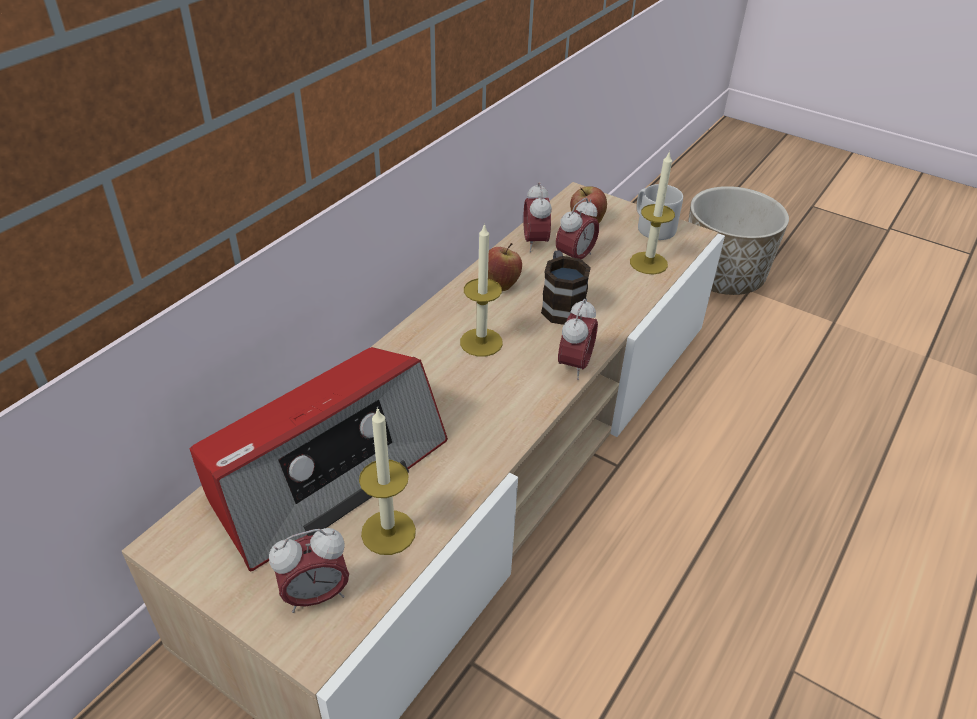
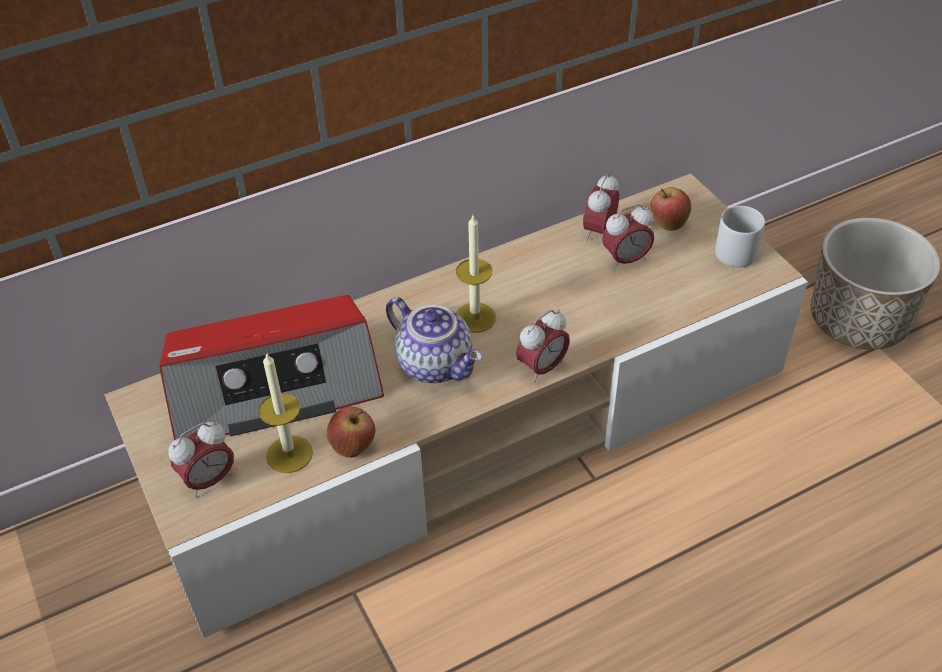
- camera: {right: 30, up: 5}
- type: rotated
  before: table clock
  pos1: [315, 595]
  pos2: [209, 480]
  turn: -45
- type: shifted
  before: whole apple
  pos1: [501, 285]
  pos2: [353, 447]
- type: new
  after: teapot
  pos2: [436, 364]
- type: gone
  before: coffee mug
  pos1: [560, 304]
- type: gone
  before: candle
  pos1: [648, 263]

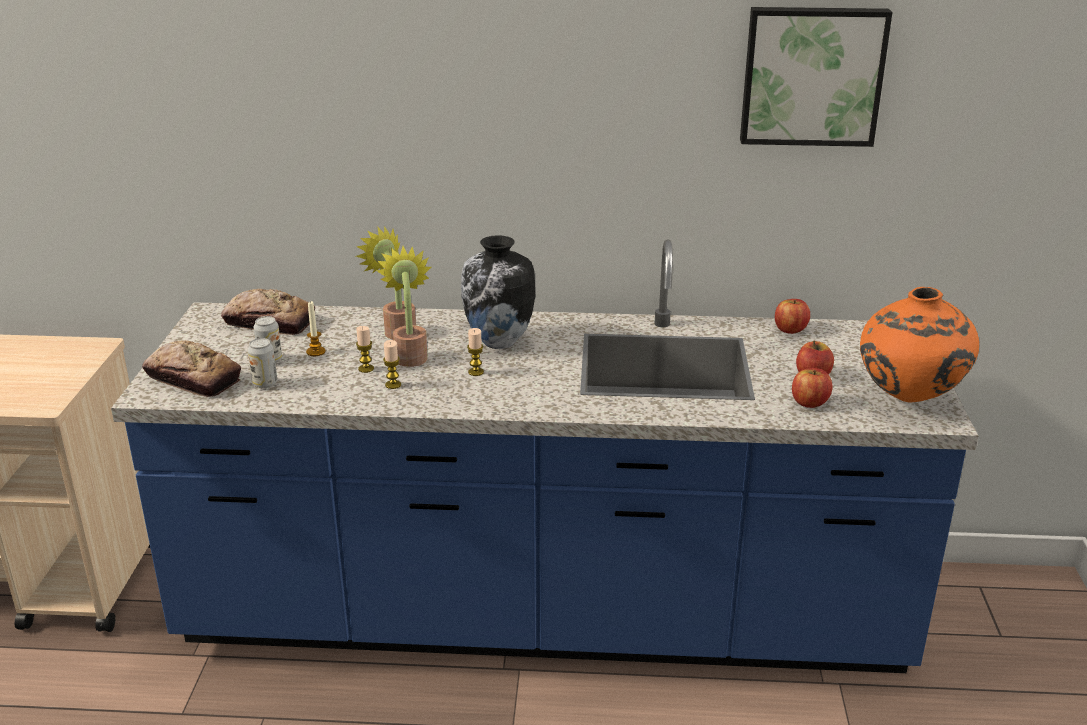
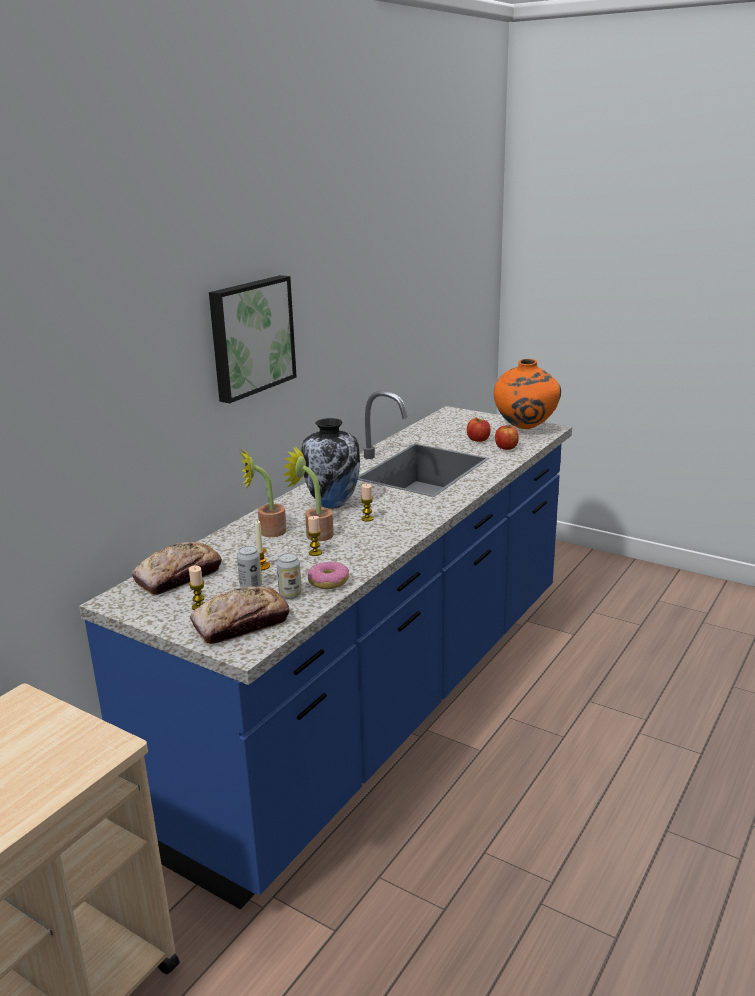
- camera: {right: -60, up: -5}
- type: shifted
  before: candle
  pos1: [393, 385]
  pos2: [199, 607]
- type: shifted
  before: wall picture
  pos1: [812, 75]
  pos2: [250, 337]
- type: new
  after: donut
  pos2: [328, 582]
- type: gone
  before: whole apple
  pos1: [790, 329]

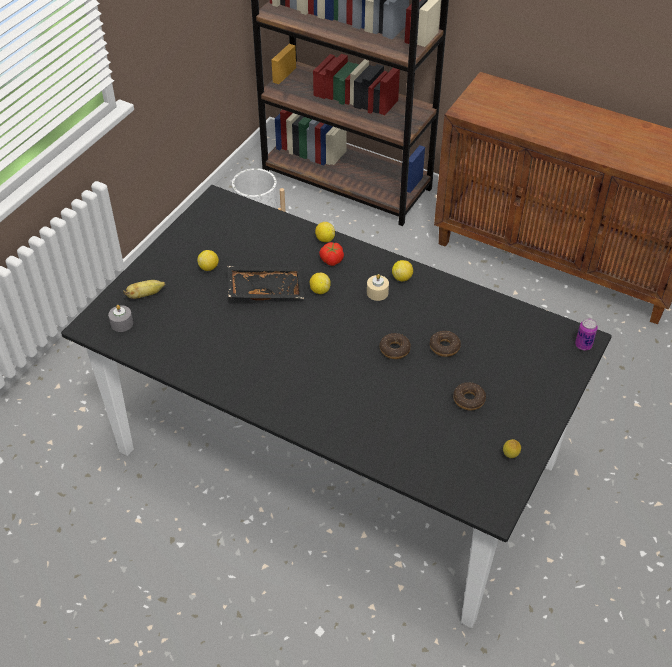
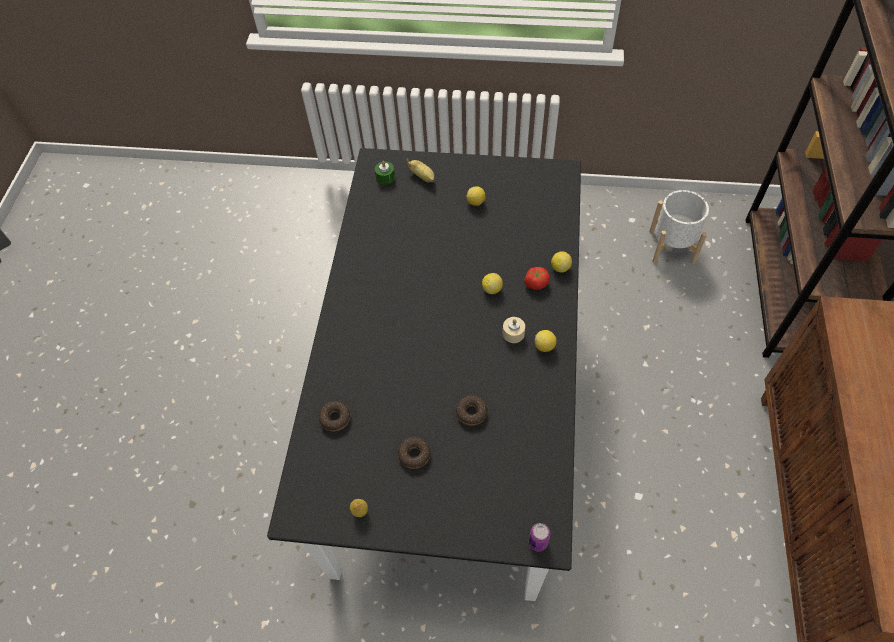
- camera: {right: 70, up: 10}
- type: shifted
  before: donut
  pos1: [394, 349]
  pos2: [335, 418]
- type: repainted
  before: candle/gray
  after: candle/green
  pos1: [122, 323]
  pos2: [385, 177]
- type: gone
  before: carrying tray/blackish
  pos1: [265, 289]

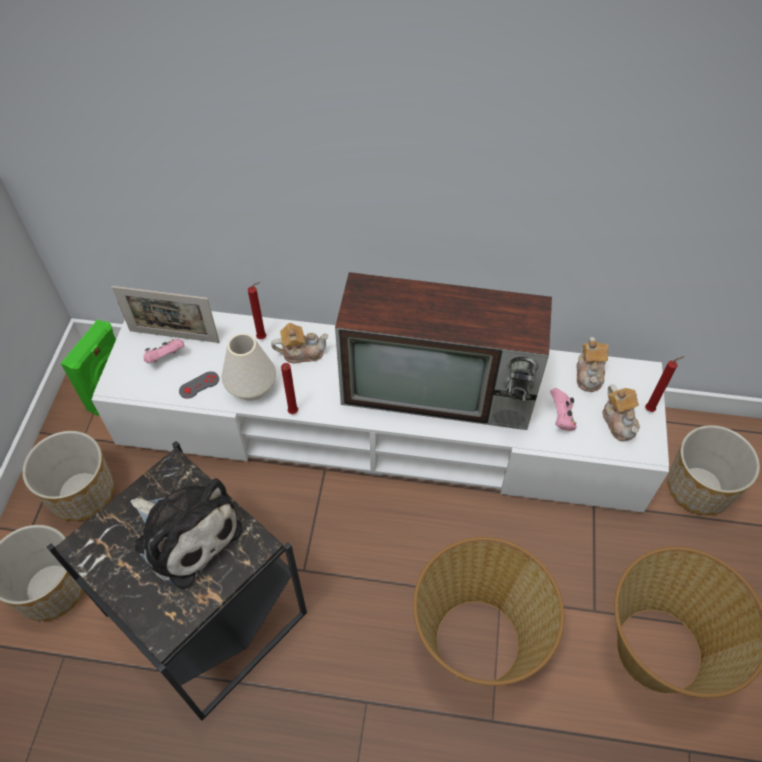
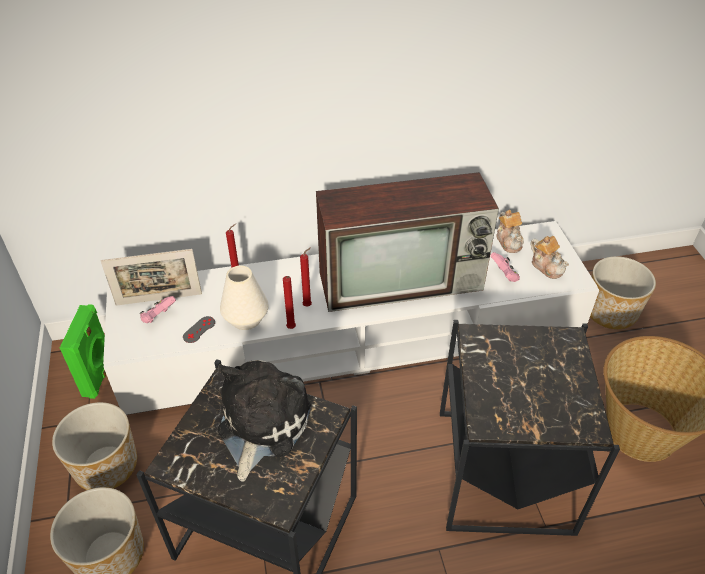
- camera: {right: -20, up: -10}
- type: rotated
  before: soft toy
  pos1: [185, 533]
  pos2: [261, 424]
  turn: -90
- type: shifted
  before: candle/reddish
  pos1: [651, 409]
  pos2: [308, 305]
- type: swapped
  before: basket
  after: side table/blackish
  pos1: [477, 639]
  pos2: [504, 469]
- type: gone
  before: teapot
  pos1: [301, 352]

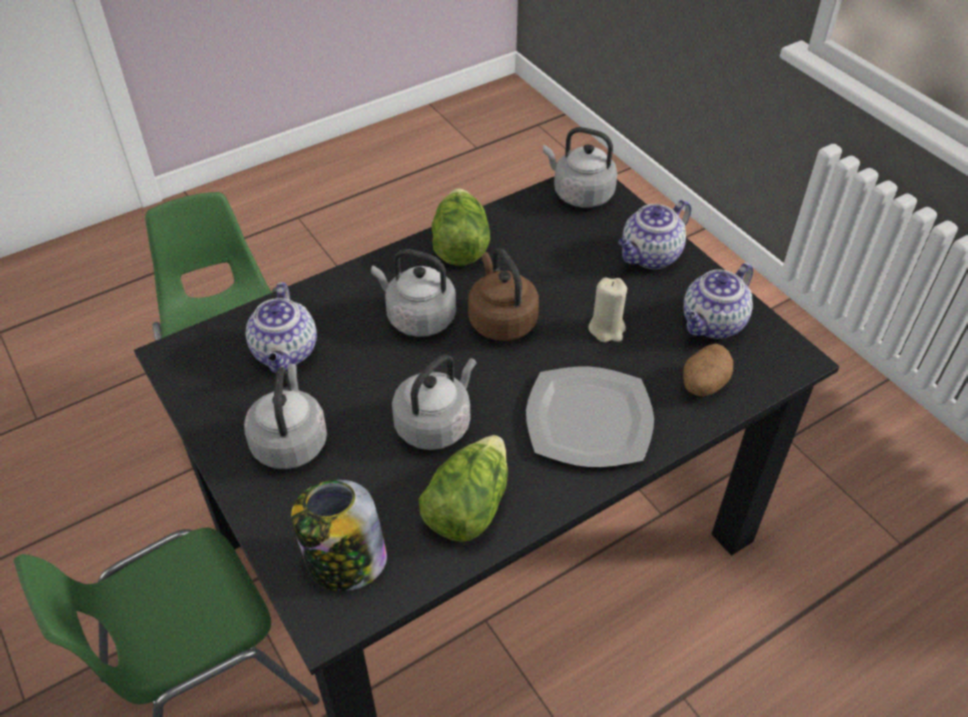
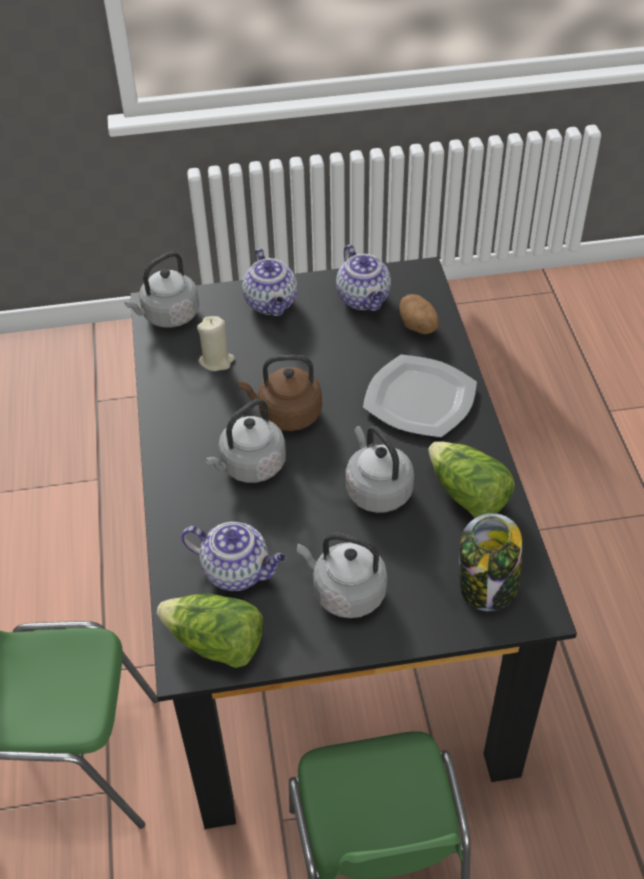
- camera: {right: -65, up: 0}
- type: shifted
  before: head of lettuce
  pos1: [459, 244]
  pos2: [216, 643]
- type: shifted
  before: candle/beige-coloured
  pos1: [607, 329]
  pos2: [216, 361]

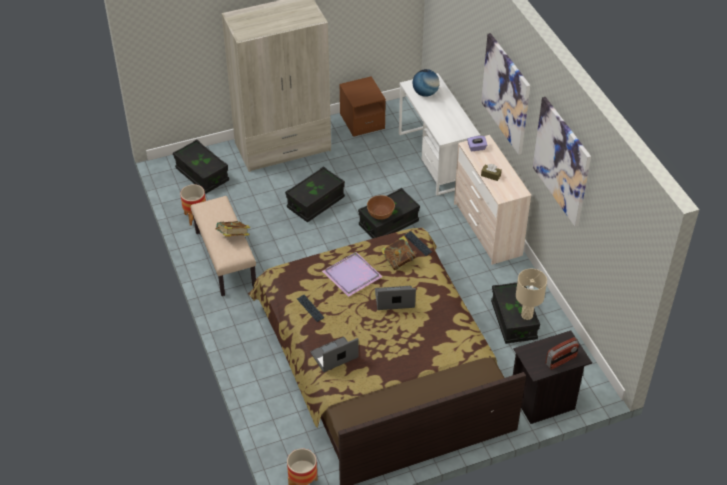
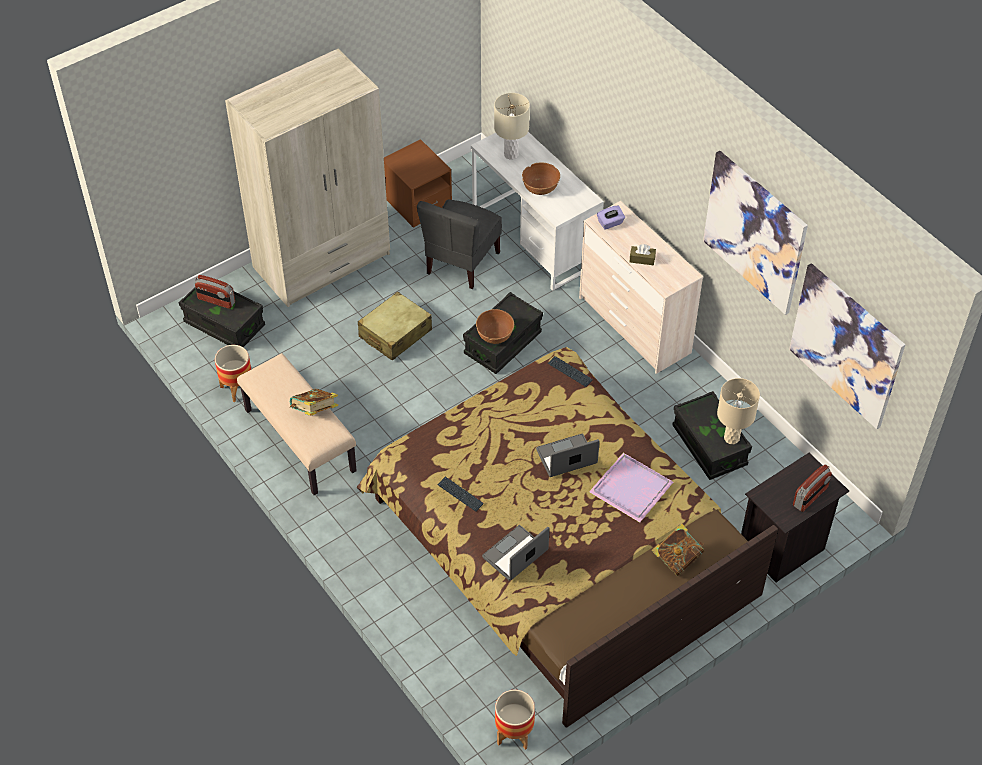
- camera: {right: -15, up: 5}
- type: new
  after: radio
  pos2: [216, 301]
- type: swapped
  before: storage bin/blackish
  after: travel case/beige-coloured
  pos1: [315, 203]
  pos2: [395, 334]
- type: new
  after: plain chair/gray
  pos2: [461, 263]
- type: swapped
  before: globe
  after: table lamp/beige-coloured
  pos1: [425, 93]
  pos2: [511, 154]
- type: new
  after: bowl/brown-coloured
  pos2: [540, 188]
- type: shifted
  before: carrying tray/purplish
  pos1: [352, 274]
  pos2: [630, 487]
- type: shifted
  before: bound book
  pos1: [398, 261]
  pos2: [677, 558]
- type: shifted
  before: wall picture
  pos1: [506, 93]
  pos2: [846, 345]

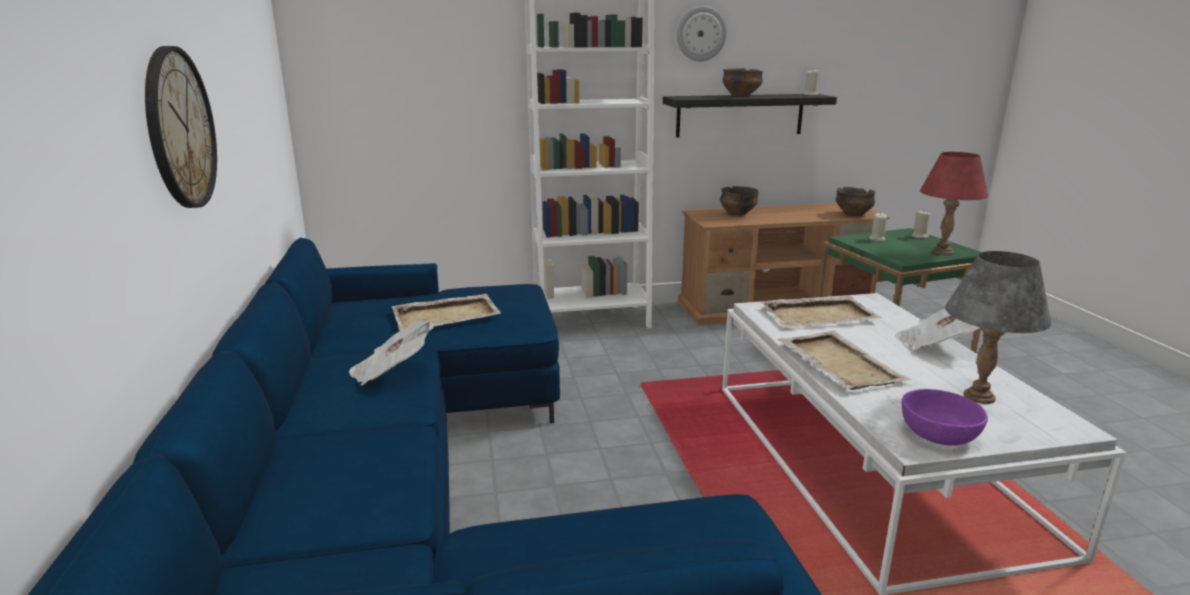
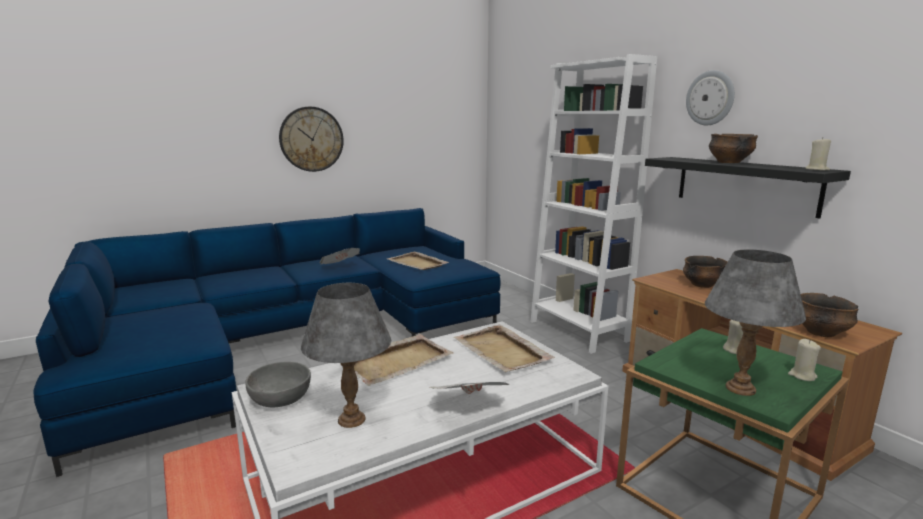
- camera: {right: 70, up: -5}
- type: repainted
  before: bowl/purplish
  after: bowl/gray
  pos1: [938, 433]
  pos2: [281, 398]
- type: repainted
  before: table lamp/reddish
  after: table lamp/gray
  pos1: [943, 252]
  pos2: [741, 388]

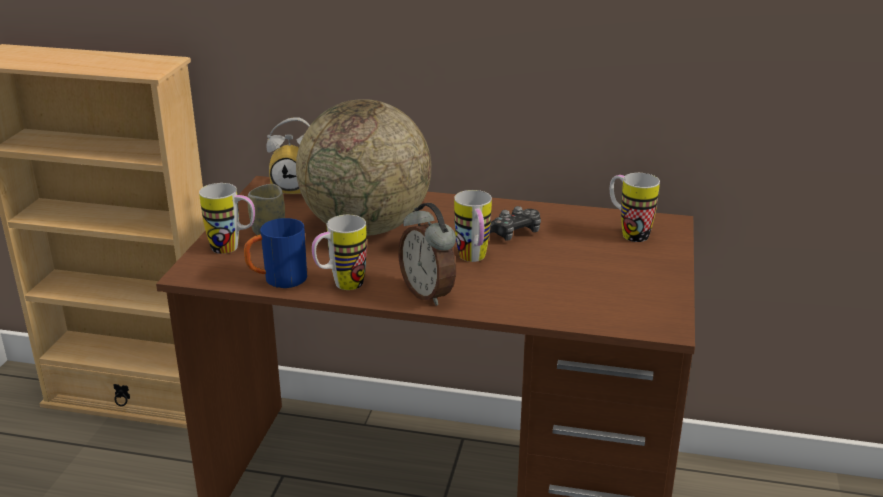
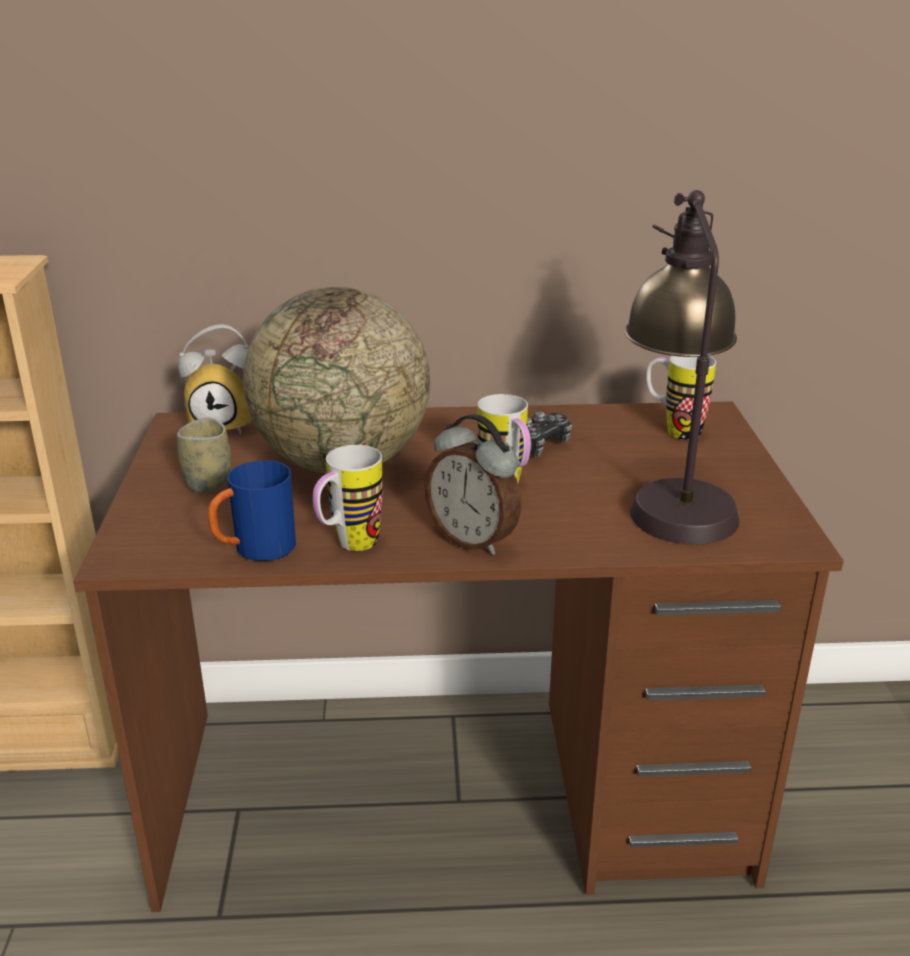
- camera: {right: -15, up: 0}
- type: new
  after: table lamp
  pos2: [673, 495]
- type: gone
  before: coffee mug
  pos1: [233, 248]

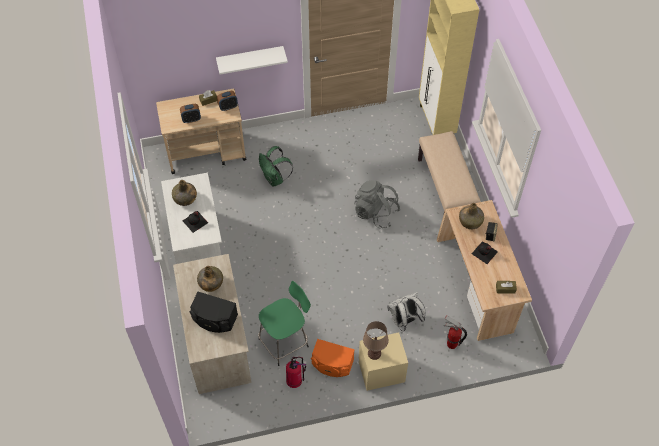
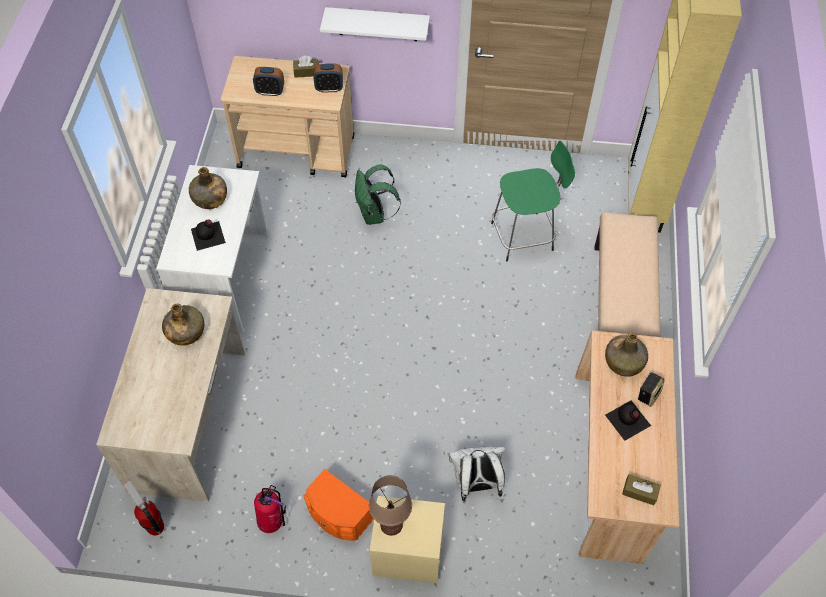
- camera: {right: 20, up: 0}
- type: shifted
  before: extinguisher
  pos1: [451, 344]
  pos2: [155, 527]
- type: shifted
  before: stool seat/green
  pos1: [285, 341]
  pos2: [524, 236]
- type: gone
  before: speaker/blackish
  pos1: [214, 319]
- type: gone
  before: rucksack/gray
  pos1: [376, 213]

